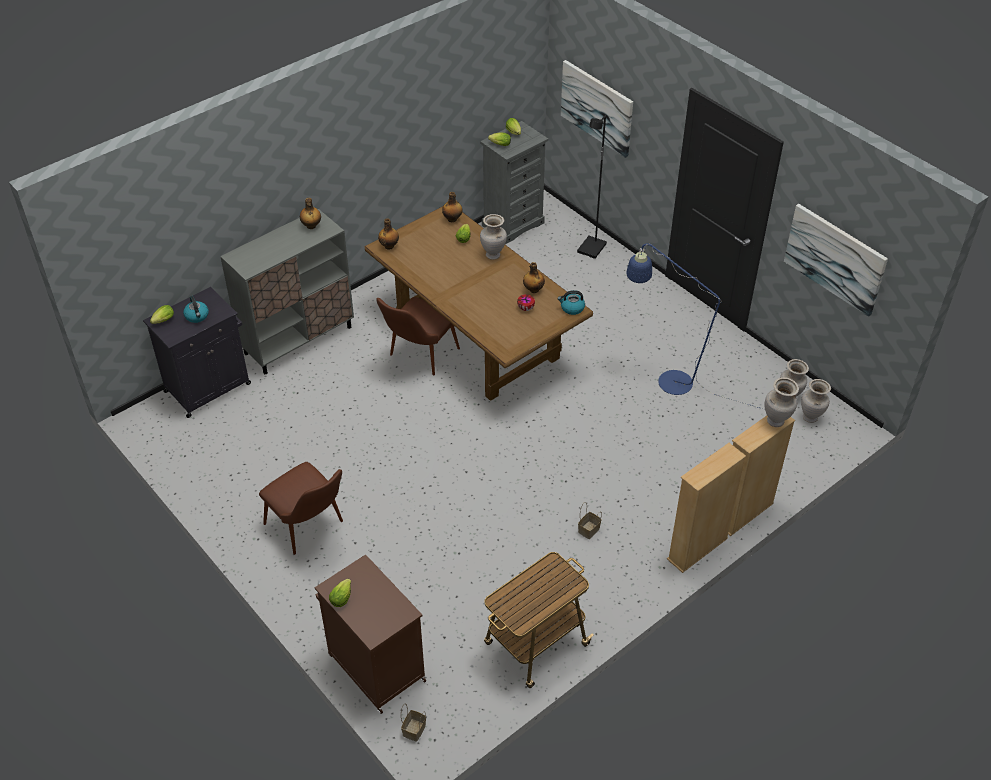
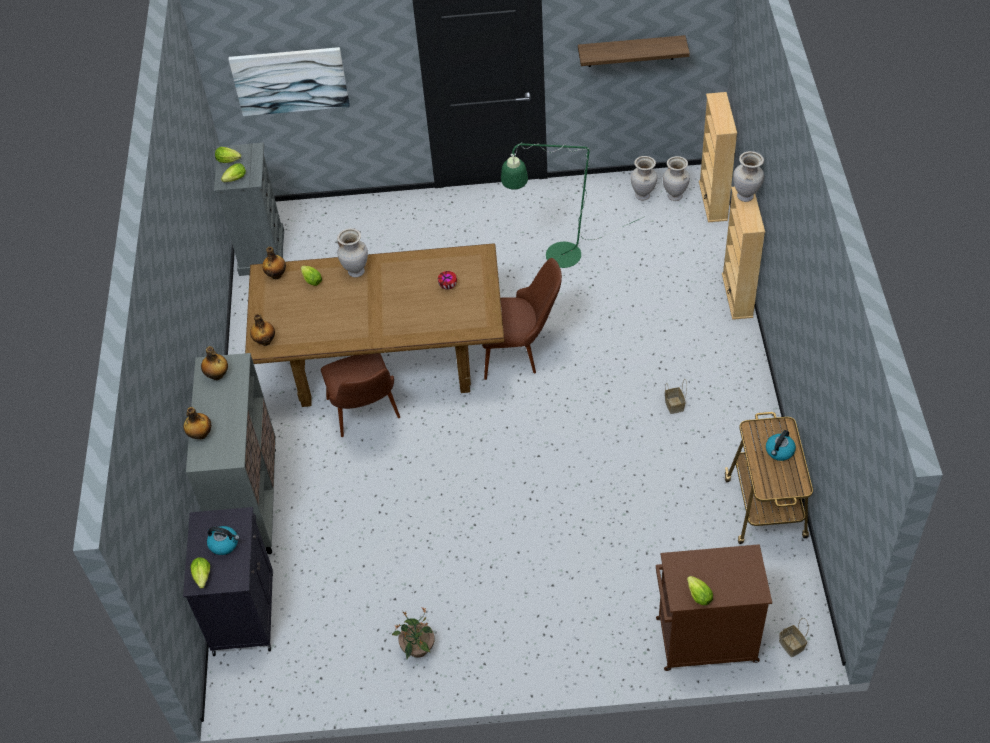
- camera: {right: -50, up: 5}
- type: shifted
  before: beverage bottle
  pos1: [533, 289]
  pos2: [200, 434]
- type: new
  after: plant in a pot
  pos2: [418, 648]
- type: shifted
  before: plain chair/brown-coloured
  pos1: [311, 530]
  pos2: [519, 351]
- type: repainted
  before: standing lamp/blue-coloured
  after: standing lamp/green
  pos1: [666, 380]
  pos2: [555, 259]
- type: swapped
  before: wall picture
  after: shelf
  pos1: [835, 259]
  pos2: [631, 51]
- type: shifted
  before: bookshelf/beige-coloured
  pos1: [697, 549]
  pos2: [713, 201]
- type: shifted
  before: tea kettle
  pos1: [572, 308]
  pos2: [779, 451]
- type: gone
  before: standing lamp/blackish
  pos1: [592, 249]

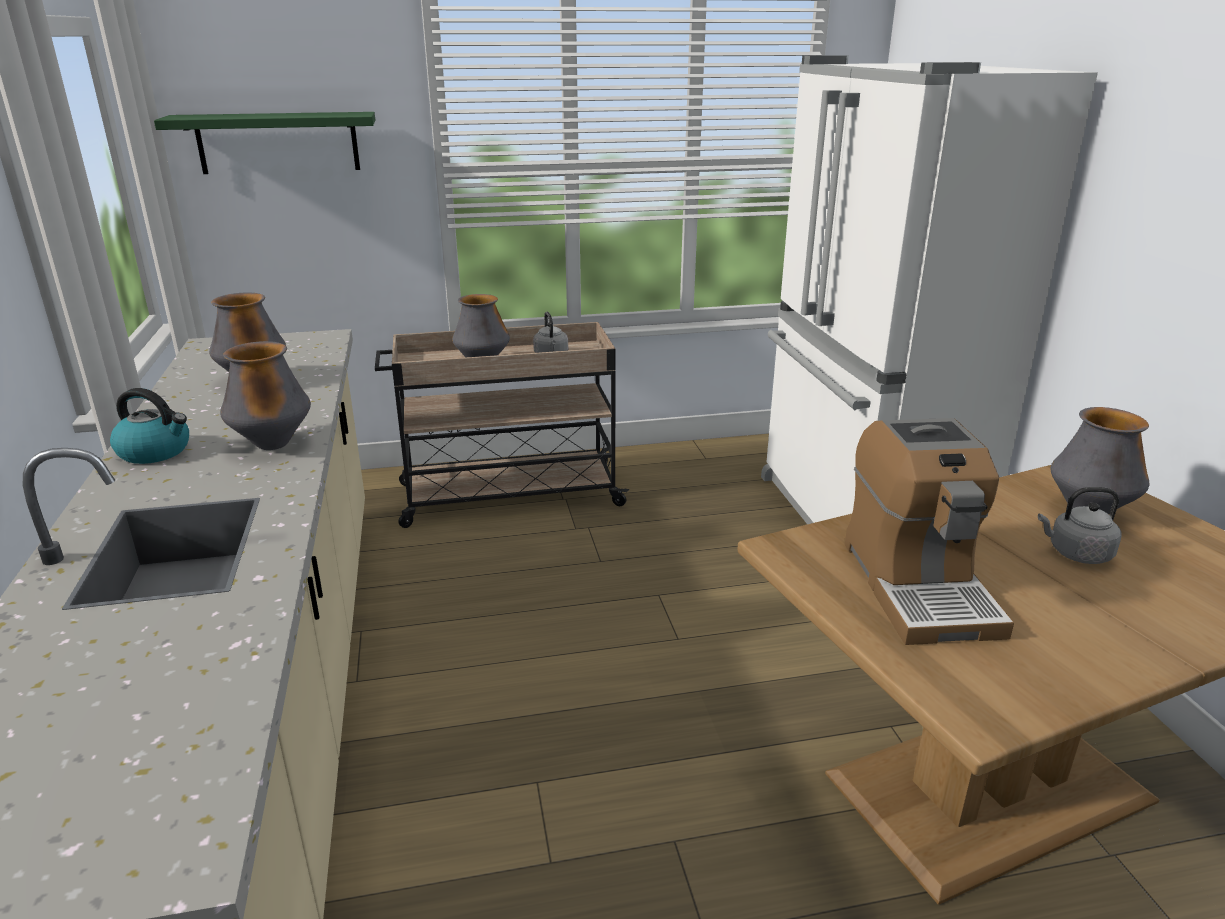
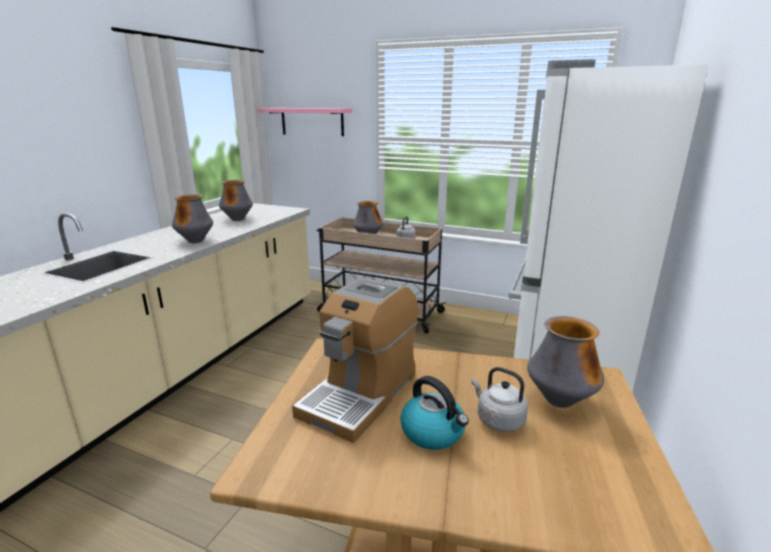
- camera: {right: 35, up: -5}
- type: repainted
  before: shelf/green
  after: shelf/pink-coloured
  pos1: [278, 142]
  pos2: [312, 121]
- type: shifted
  before: tea kettle
  pos1: [156, 451]
  pos2: [433, 432]

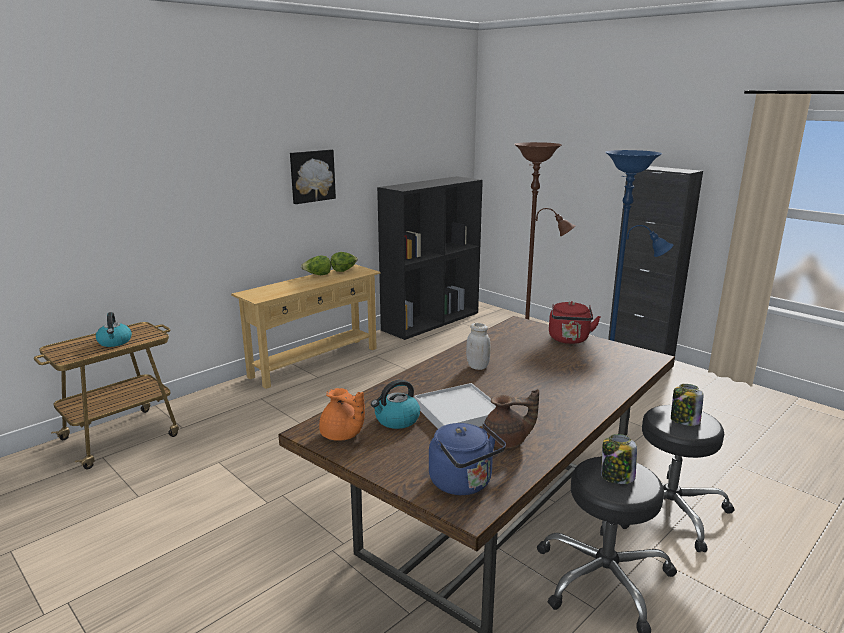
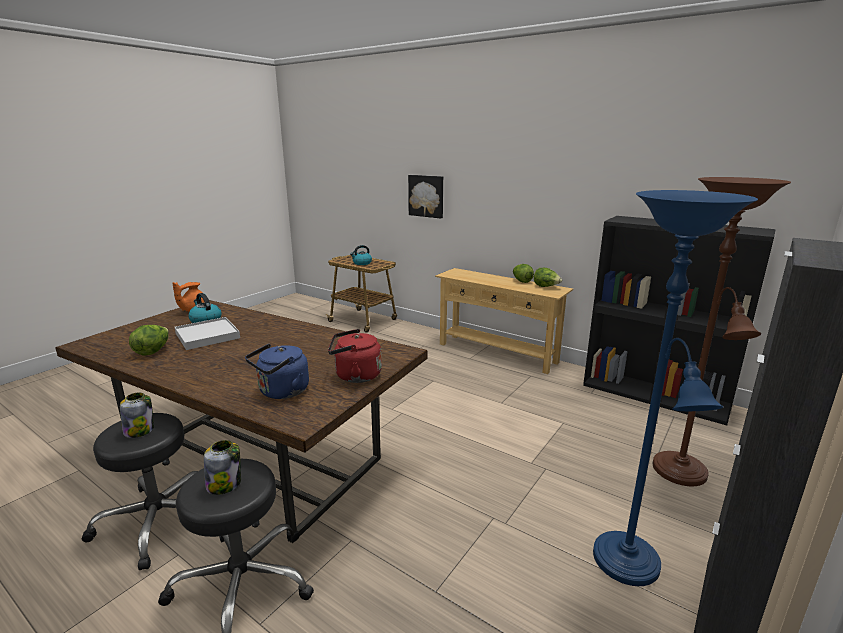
- camera: {right: 80, up: 0}
- type: swapped
  before: teapot/brown-coloured
  after: head of lettuce
  pos1: [506, 442]
  pos2: [153, 351]
- type: shifted
  before: tea kettle/blue-coloured
  pos1: [463, 483]
  pos2: [281, 392]
- type: shifted
  before: wall picture
  pos1: [312, 176]
  pos2: [426, 196]
- type: gone
  before: storage jar/white
  pos1: [477, 366]

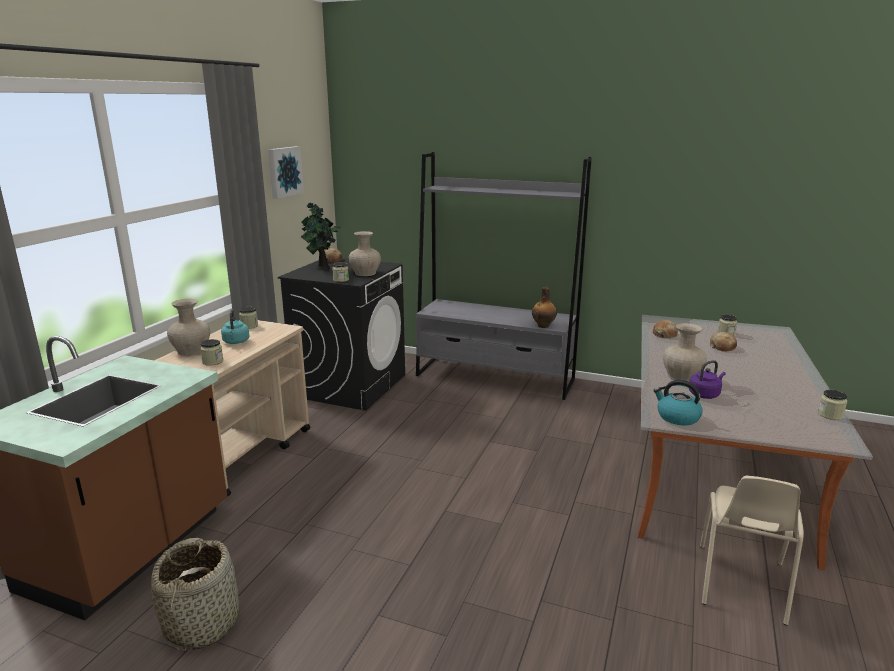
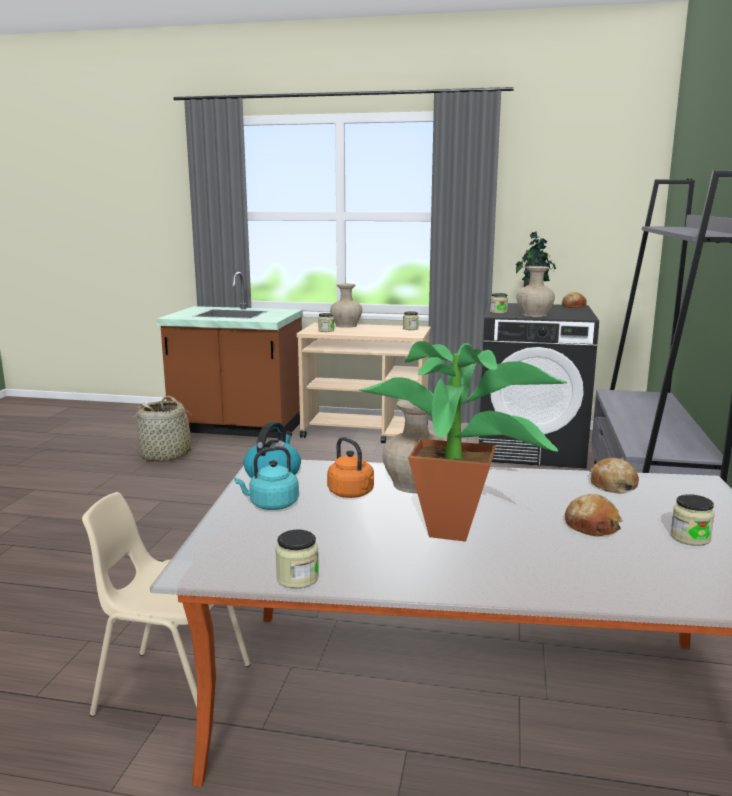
- camera: {right: 80, up: -5}
- type: shifted
  before: tea kettle/turquoise-coloured
  pos1: [236, 342]
  pos2: [271, 505]
- type: repainted
  before: tea kettle/purplish
  after: tea kettle/orange
  pos1: [705, 394]
  pos2: [352, 494]
- type: new
  after: plant in a pot
  pos2: [459, 534]
- type: gone
  before: wall picture
  pos1: [284, 171]
- type: gone
  before: beverage bottle
  pos1: [543, 326]

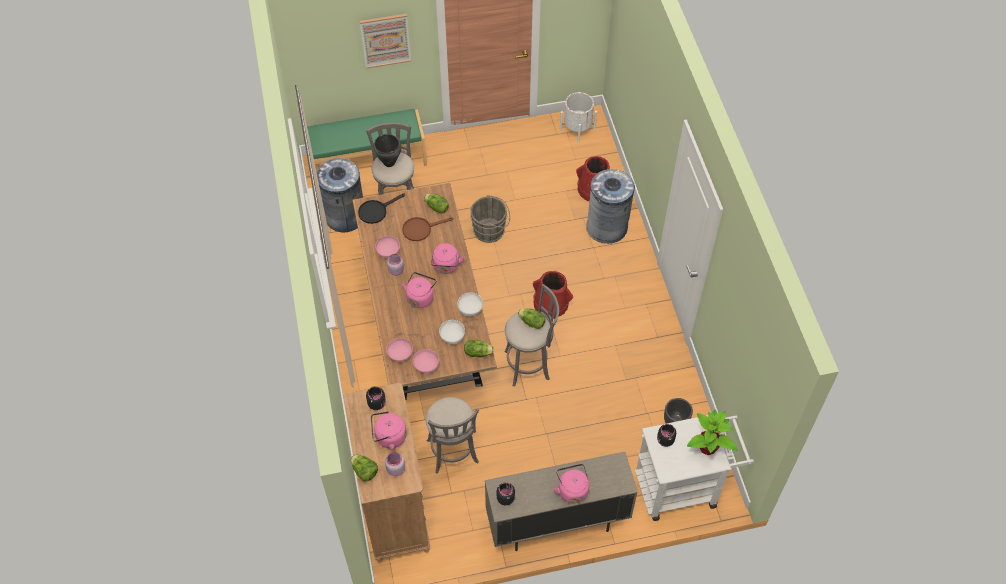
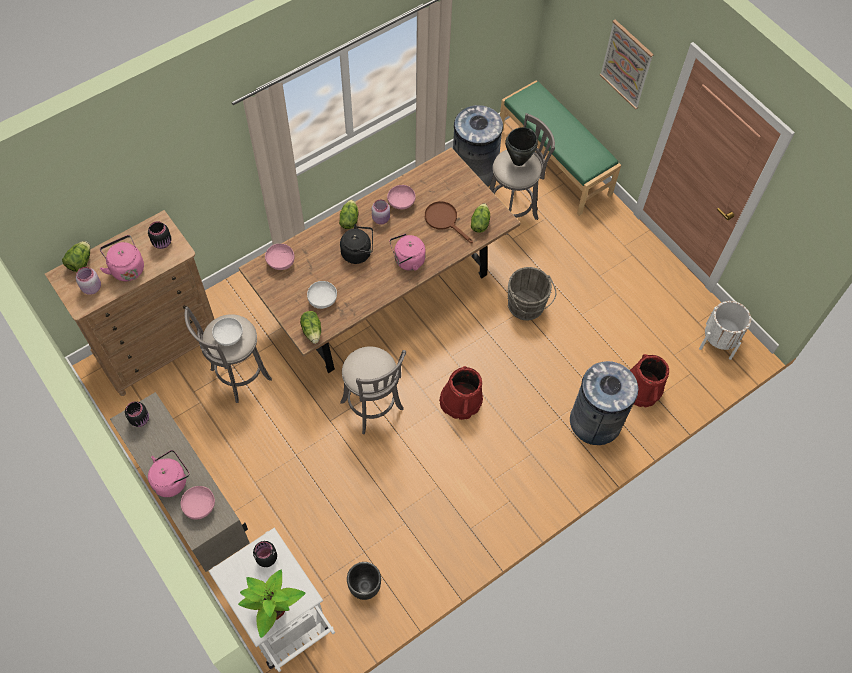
- camera: {right: 65, up: 5}
- type: shifted
  before: bowl/pink-coloured
  pos1: [426, 365]
  pos2: [199, 506]
- type: shifted
  before: bowl/white
  pos1: [470, 308]
  pos2: [229, 336]
- type: shifted
  before: head of lettuce
  pos1: [531, 322]
  pos2: [349, 220]
- type: repainted
  before: tea kettle/pink-coloured
  after: tea kettle/blackish
  pos1: [420, 297]
  pos2: [358, 253]
- type: gone
  before: frying pan/blackish
  pos1: [376, 211]

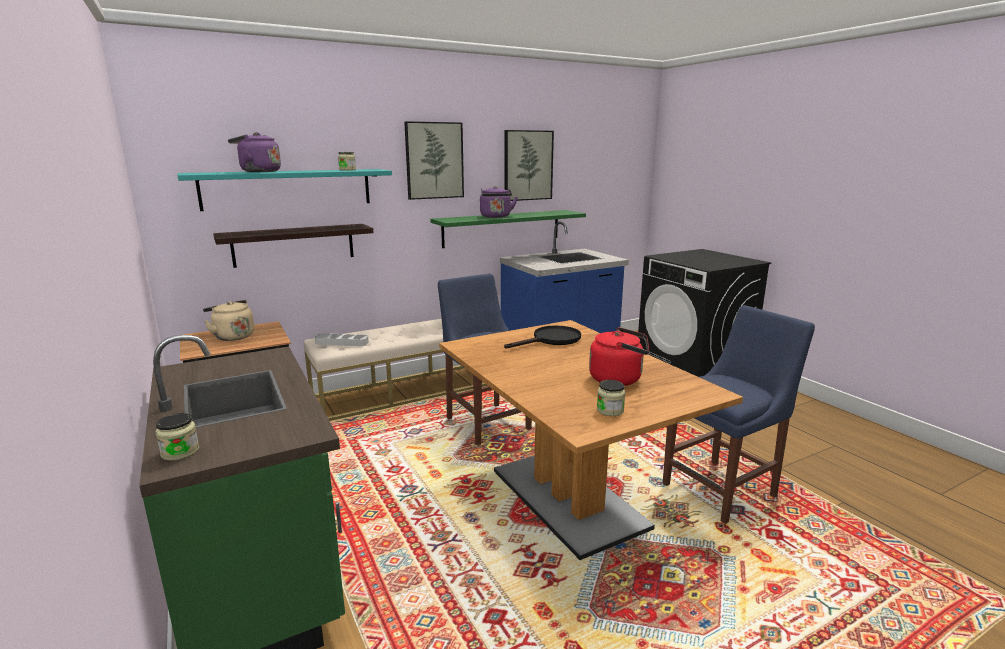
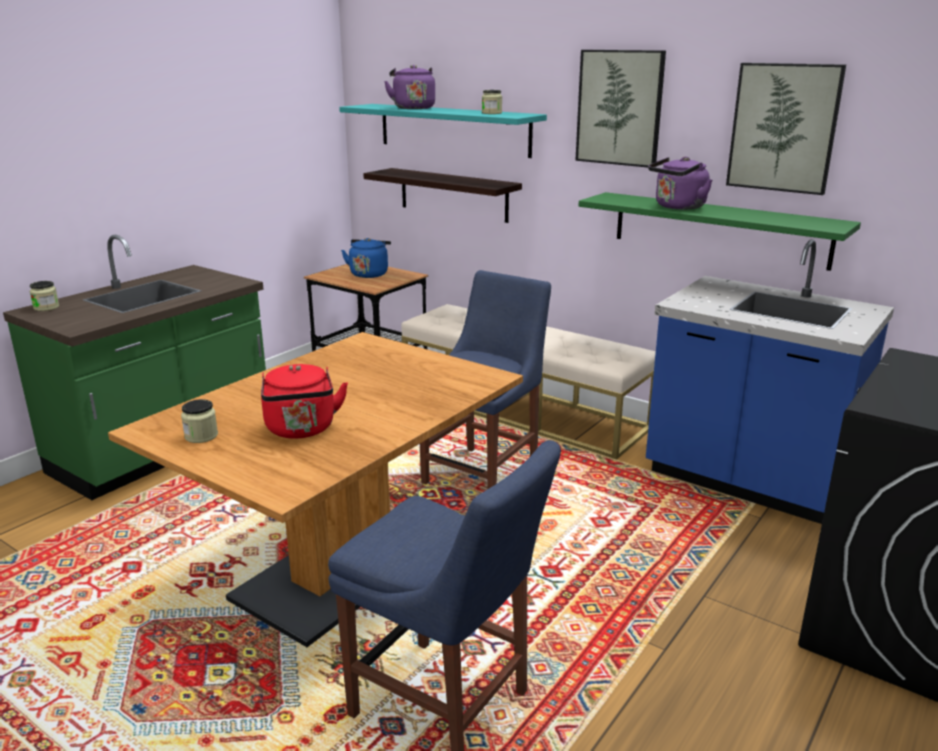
- camera: {right: 65, up: 5}
- type: repainted
  before: tea kettle/beige-coloured
  after: tea kettle/blue-coloured
  pos1: [233, 336]
  pos2: [369, 274]
- type: gone
  before: carrying tray/gray
  pos1: [342, 343]
- type: gone
  before: frying pan/blackish
  pos1: [551, 340]

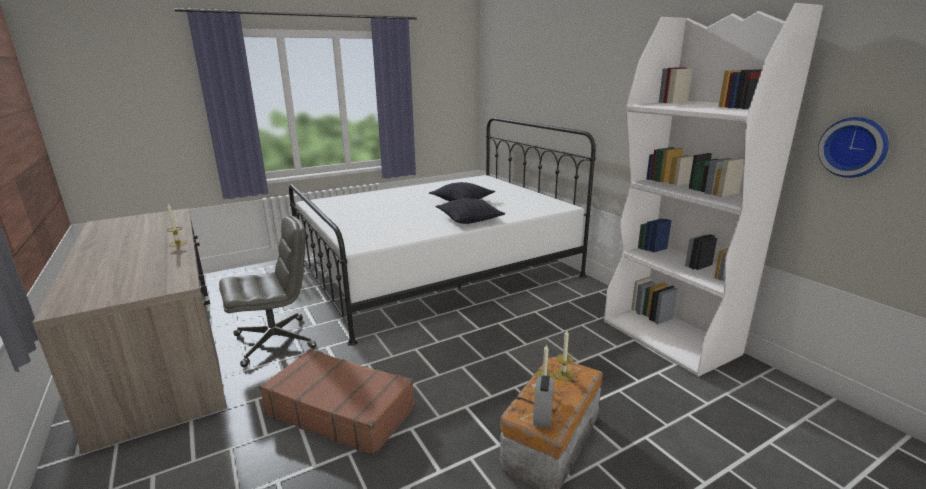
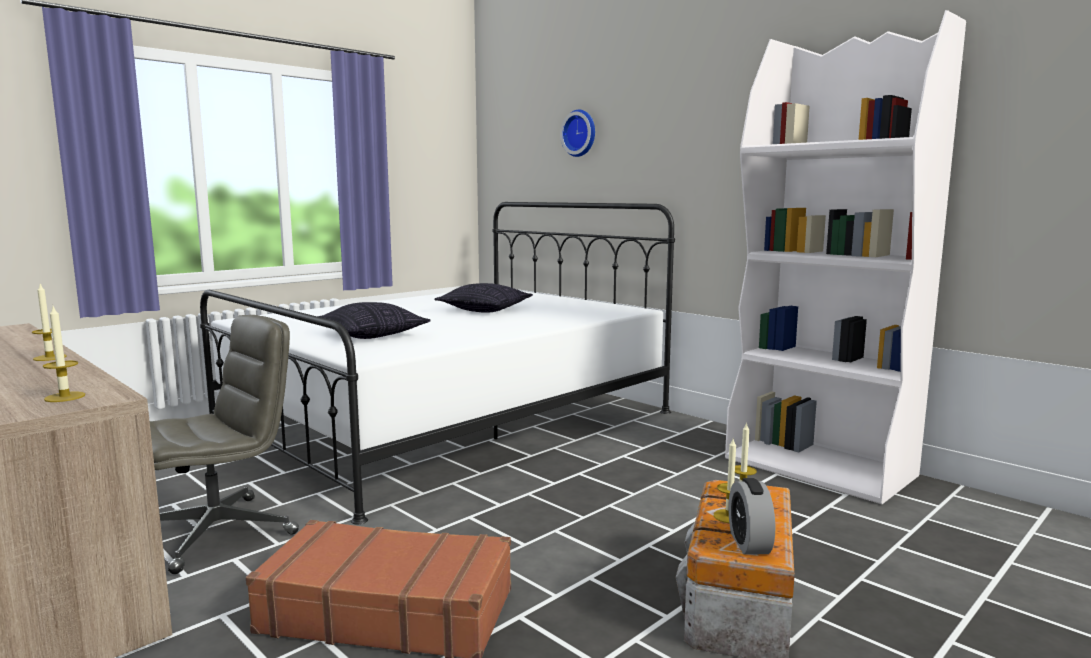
- camera: {right: -15, up: -10}
- type: new
  after: candle
  pos2: [64, 397]
- type: shifted
  before: pillow
  pos1: [470, 219]
  pos2: [373, 335]
- type: shifted
  before: clock on the wall
  pos1: [854, 147]
  pos2: [580, 133]

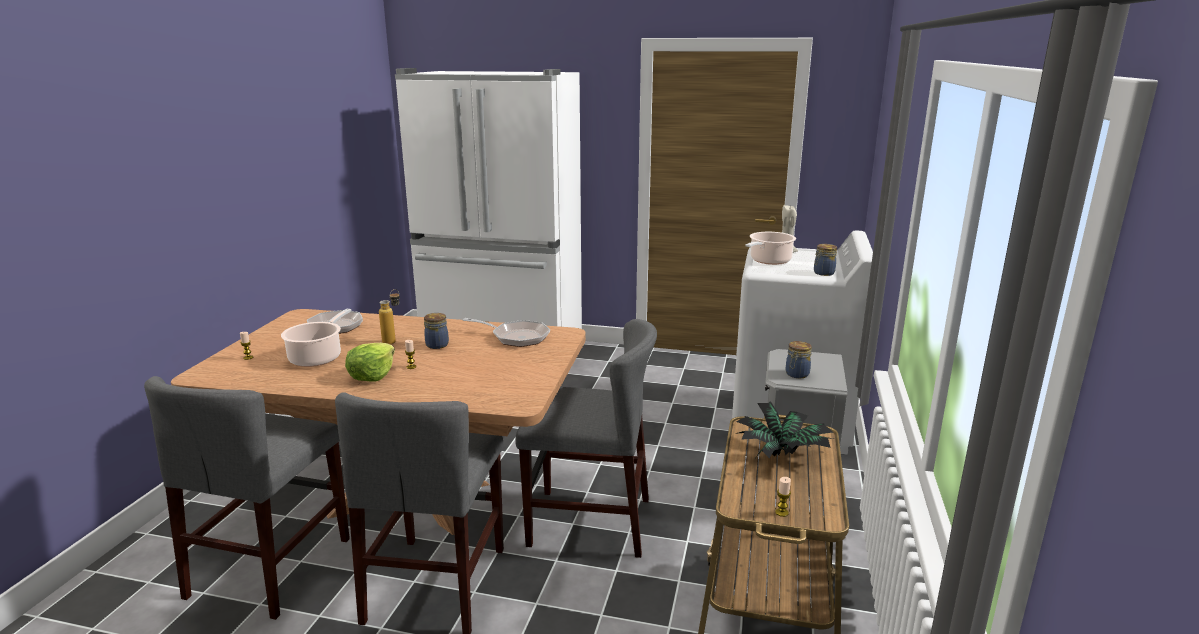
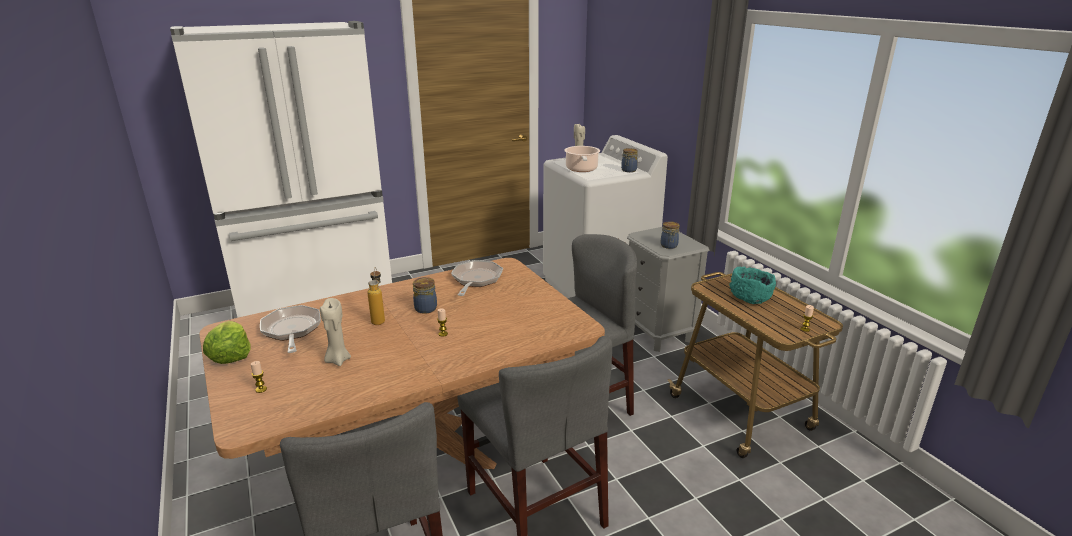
- camera: {right: -40, up: 5}
- type: shifted
  before: head of lettuce
  pos1: [372, 375]
  pos2: [230, 355]
- type: swapped
  before: saucepot
  after: candle/beige-coloured
  pos1: [318, 357]
  pos2: [338, 360]
- type: rotated
  before: frying pan
  pos1: [516, 337]
  pos2: [476, 280]
  turn: -60
- type: swapped
  before: plant in a pot
  after: bowl/turquoise-coloured
  pos1: [782, 455]
  pos2: [750, 297]

